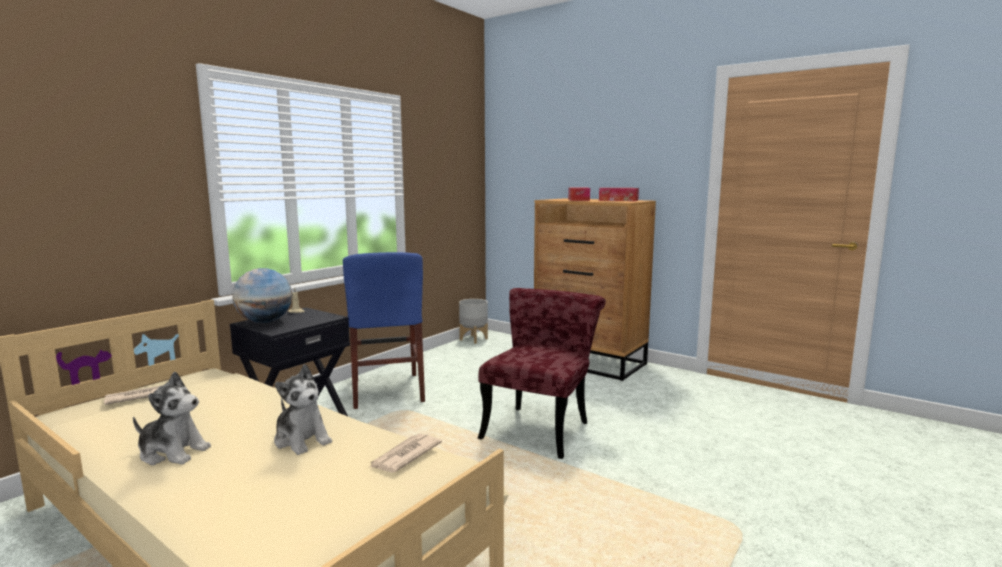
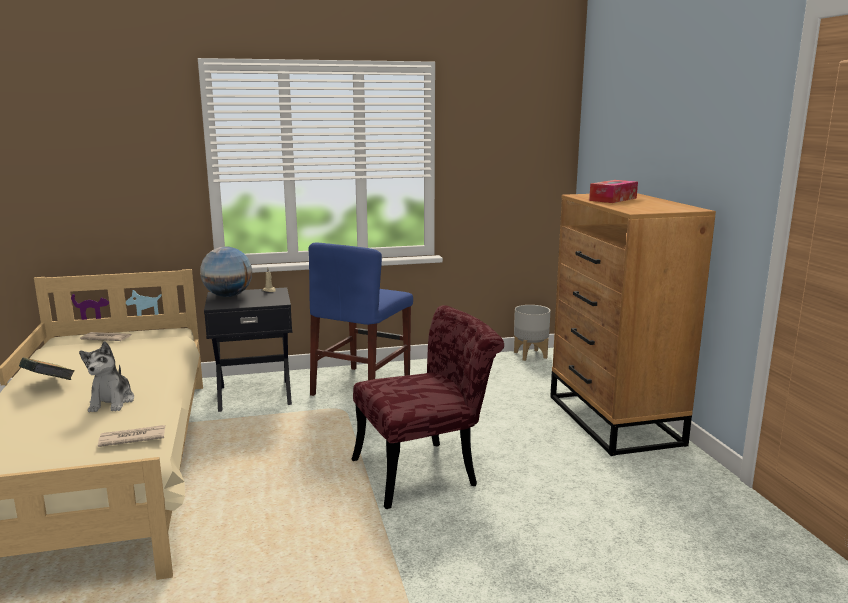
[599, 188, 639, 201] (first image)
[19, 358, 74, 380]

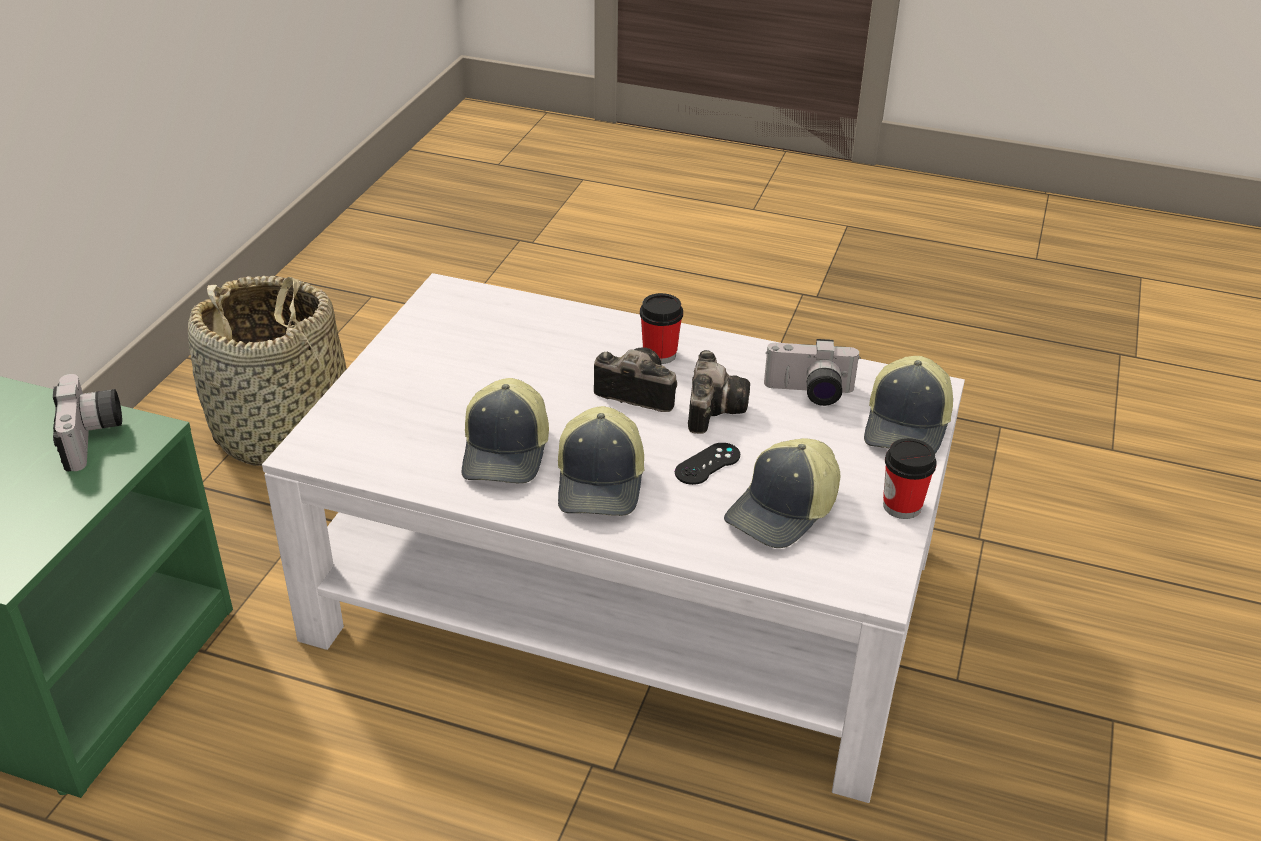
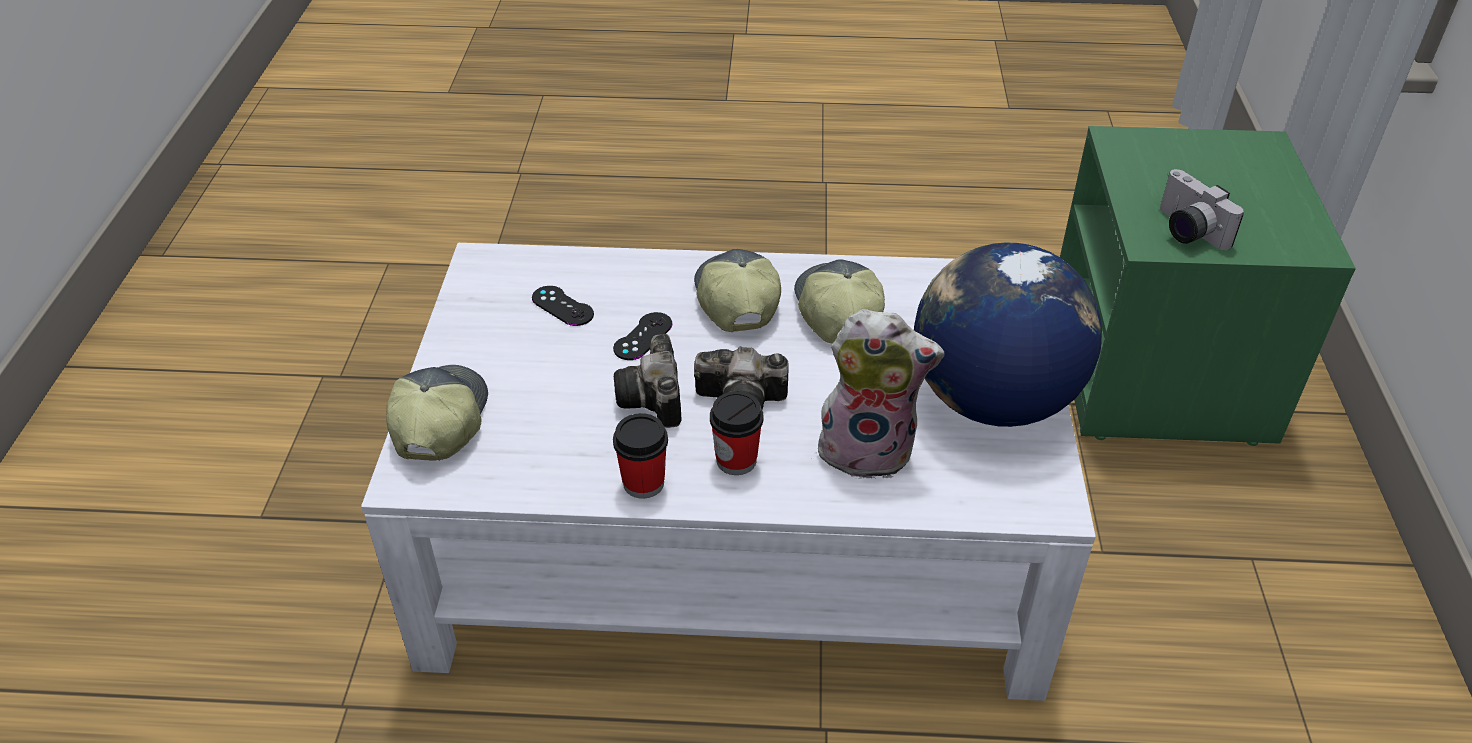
[188, 276, 347, 466] (first image)
[764, 339, 861, 406] (first image)
[532, 286, 594, 326]
[613, 413, 668, 499]
[914, 243, 1102, 427]
[815, 309, 945, 479]

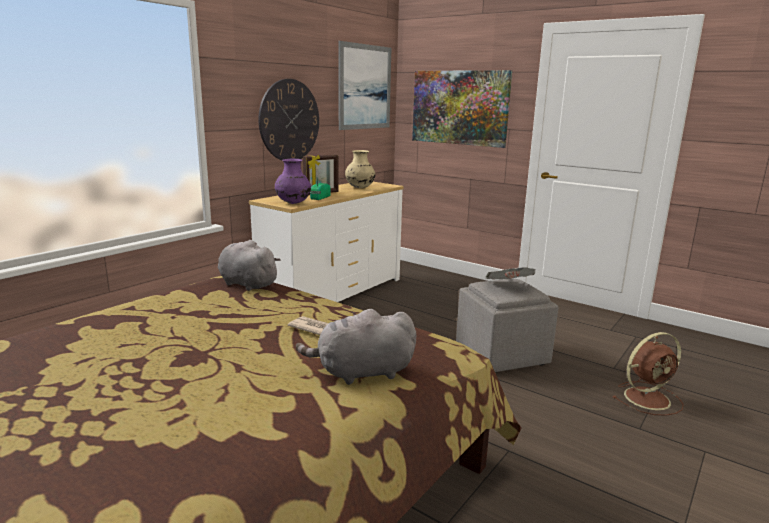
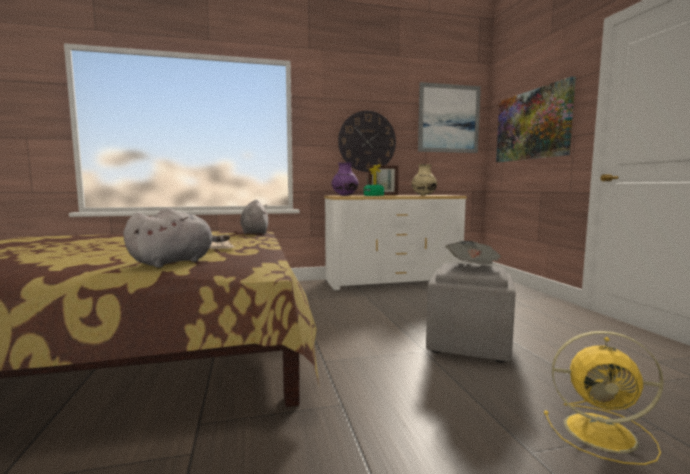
[123, 208, 230, 268]
[544, 331, 664, 465]

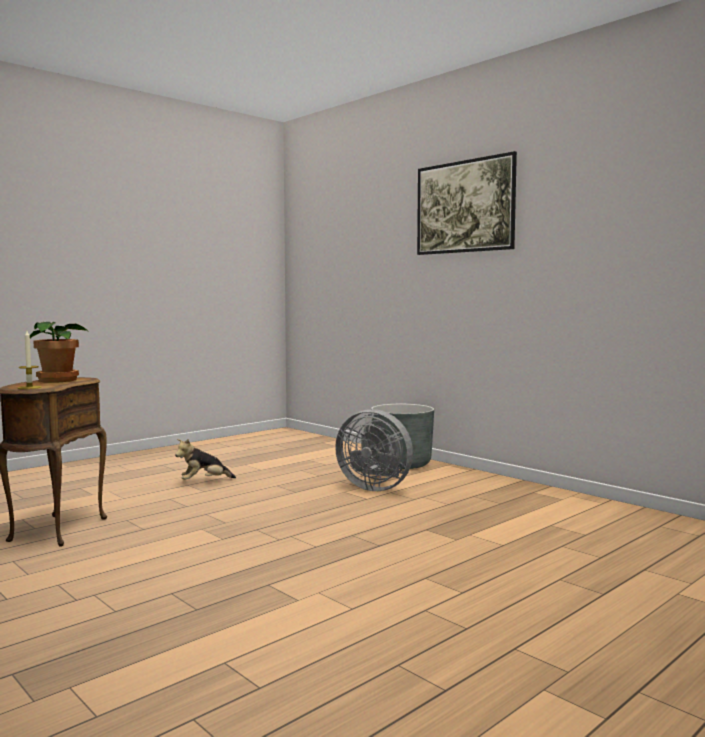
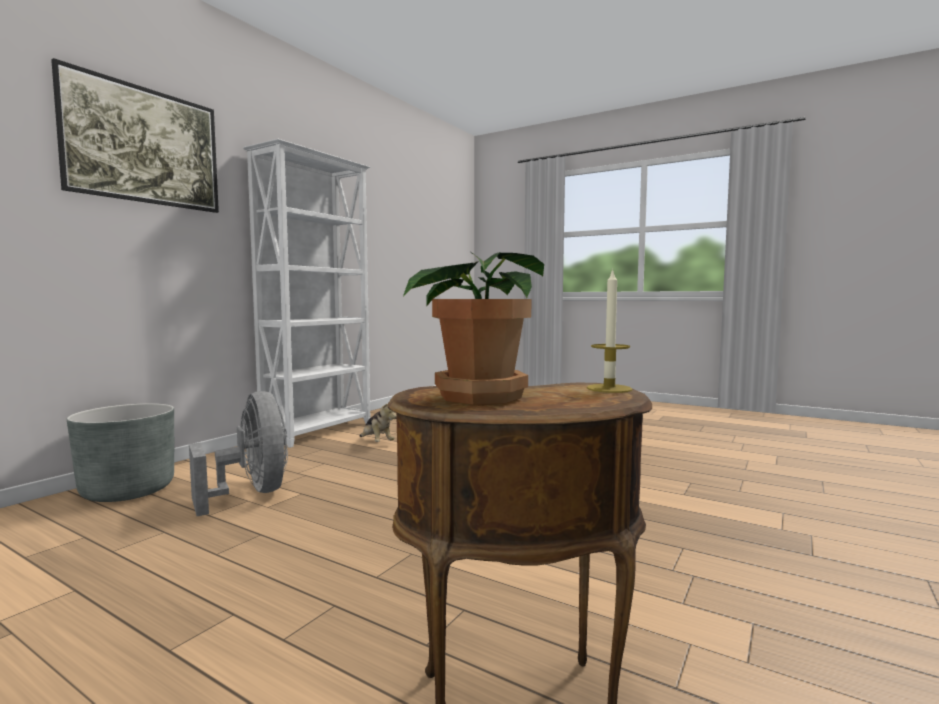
[189, 391, 288, 516]
[360, 404, 397, 442]
[243, 139, 370, 448]

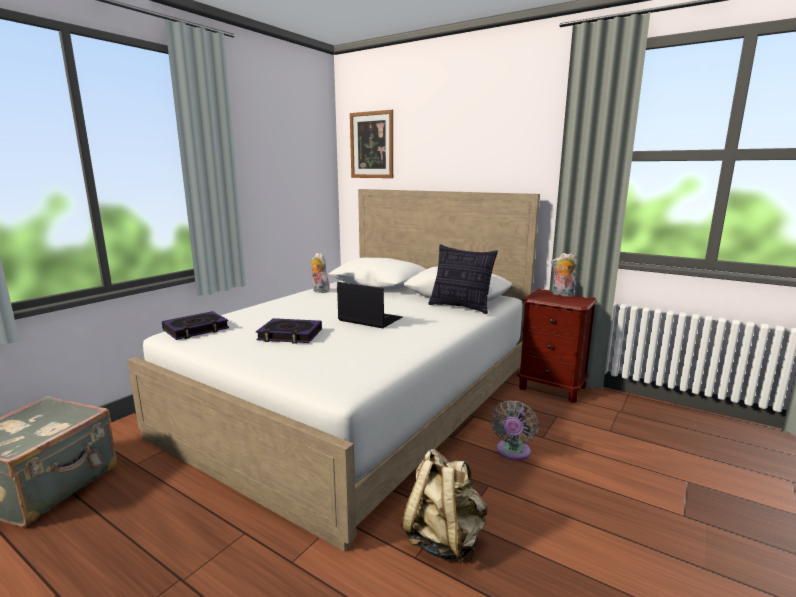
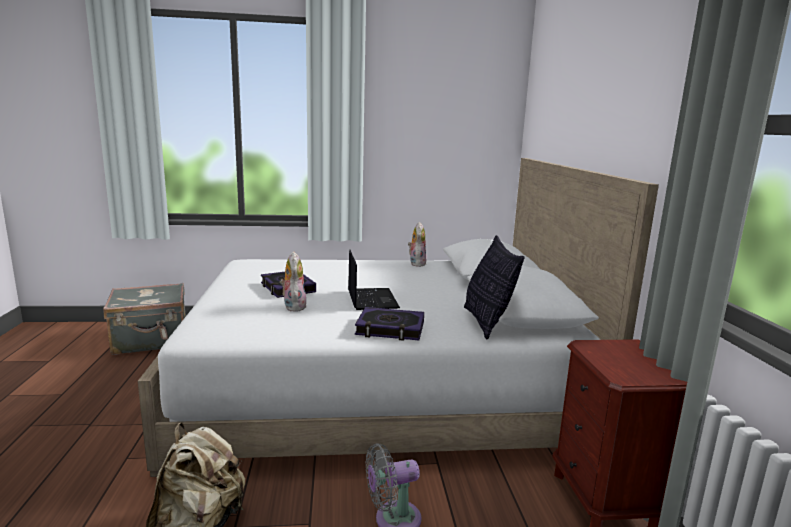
[350, 110, 393, 178] (first image)
[280, 251, 307, 312]
[355, 307, 424, 341]

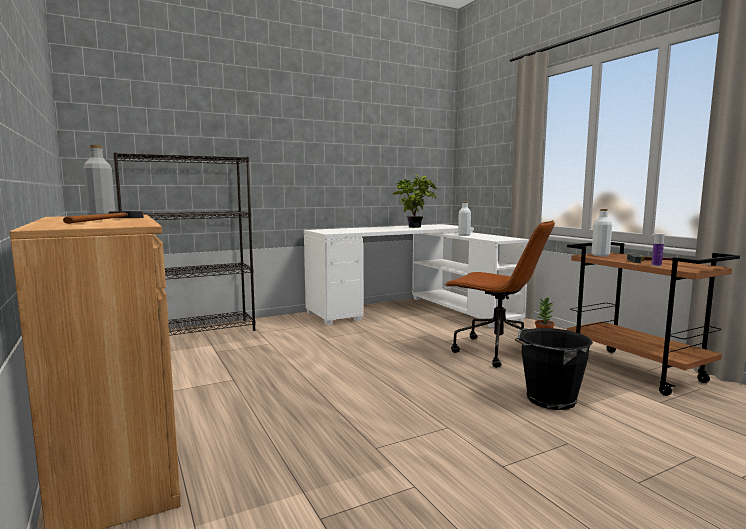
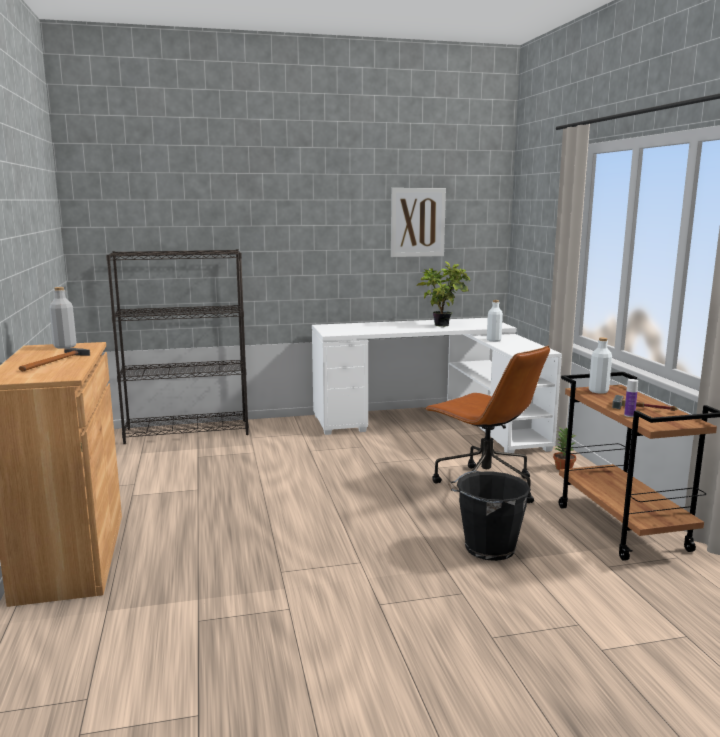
[391, 188, 446, 257]

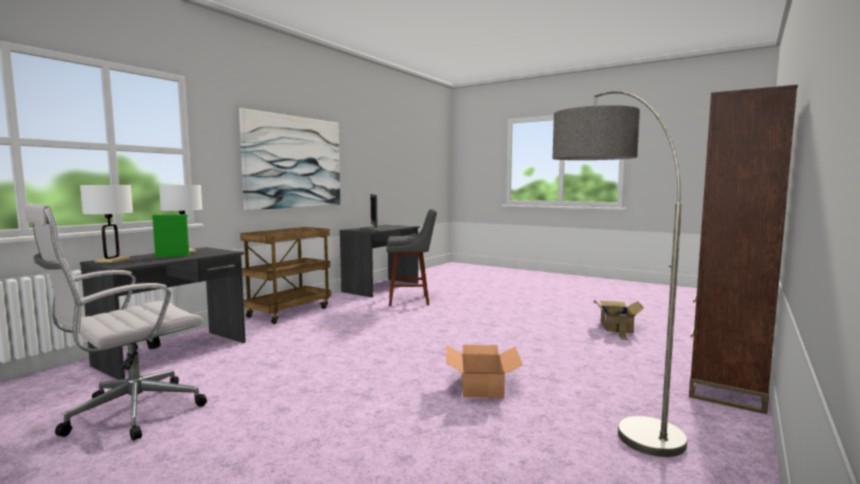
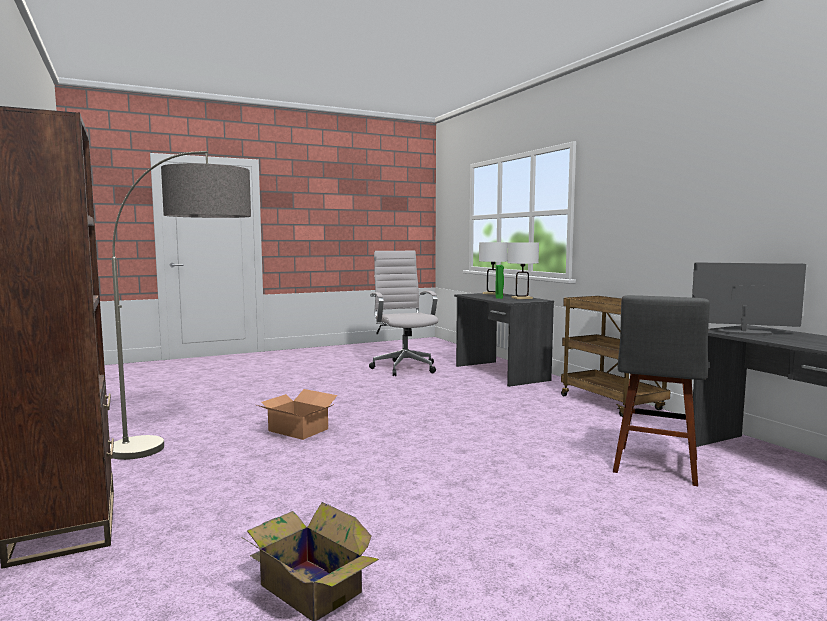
[239, 108, 340, 210] (first image)

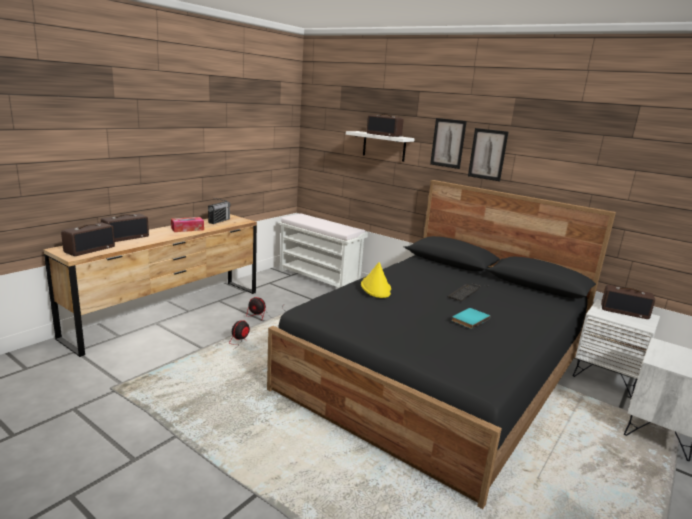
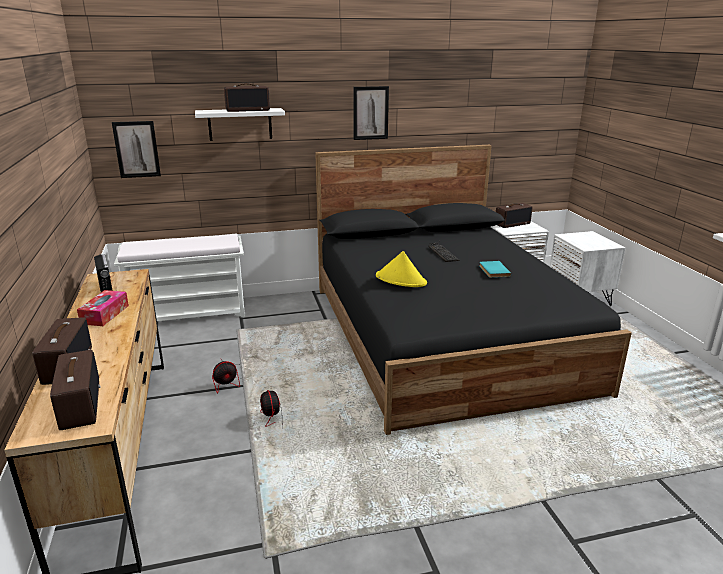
[112, 121, 161, 178]

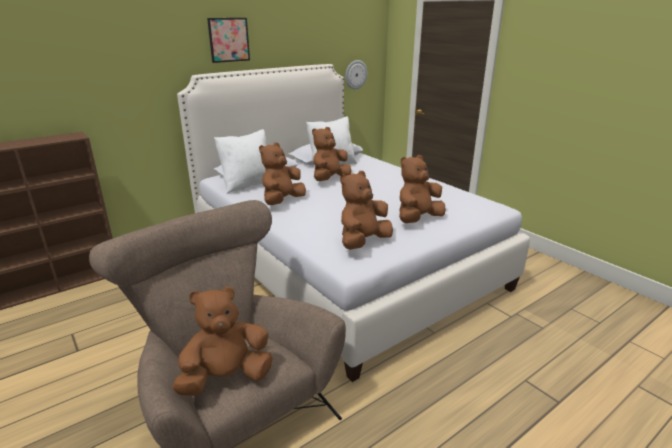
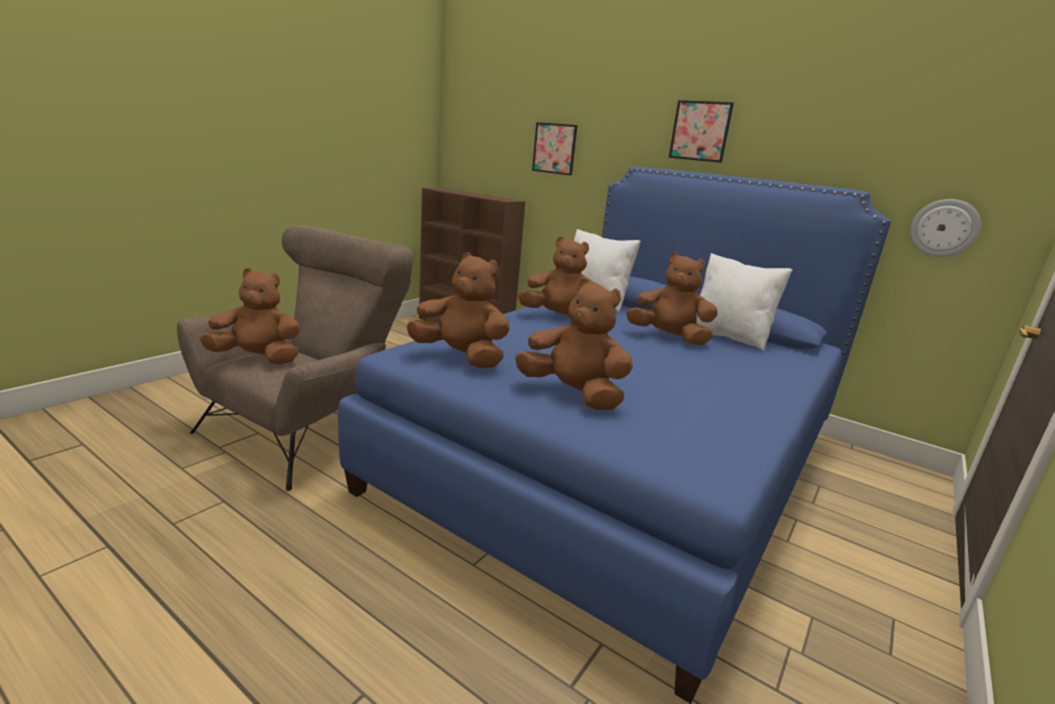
[338, 166, 891, 704]
[200, 268, 300, 365]
[532, 122, 577, 176]

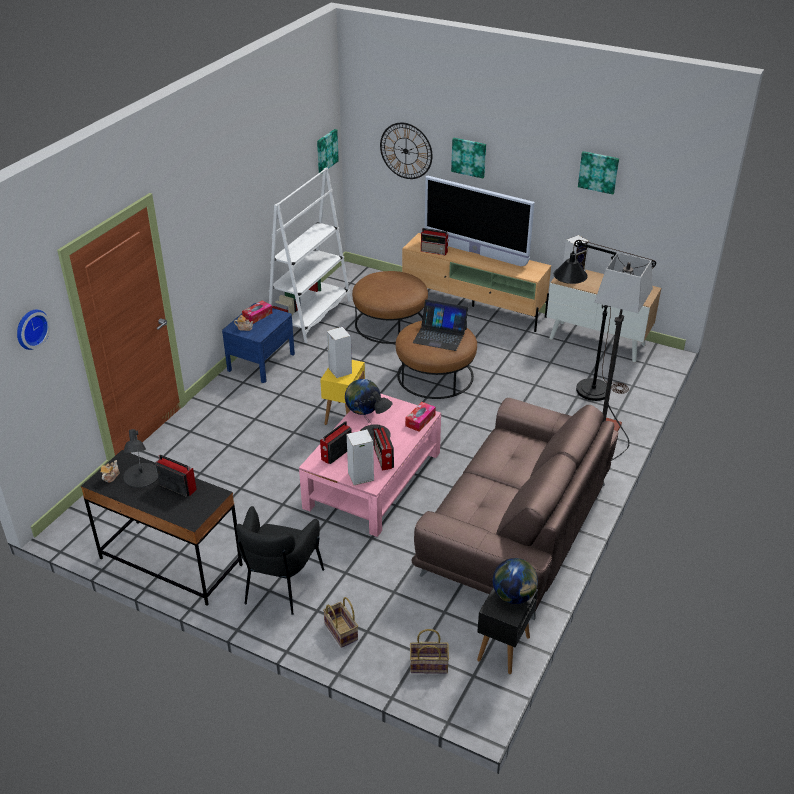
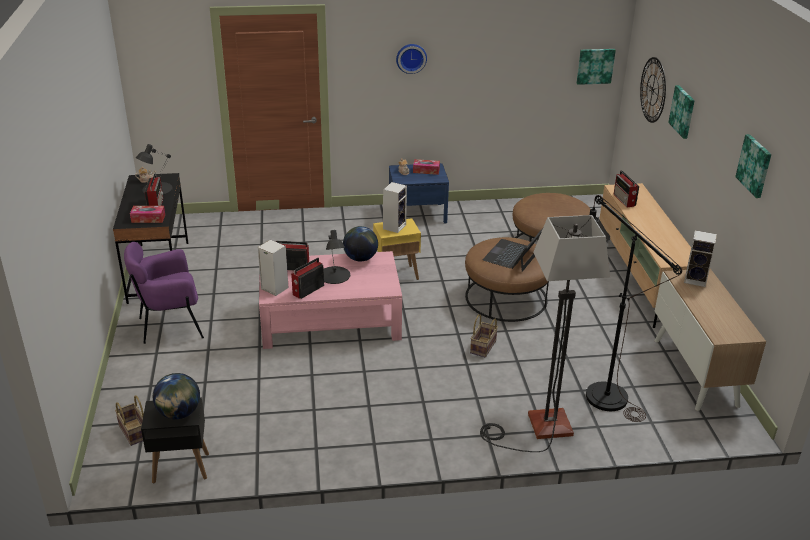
[269, 168, 351, 343] (first image)
[425, 176, 535, 266] (first image)
[482, 228, 543, 272]
[396, 44, 427, 74]
[411, 398, 618, 620] (first image)
[130, 206, 165, 223]
[124, 242, 204, 344]
[470, 314, 498, 358]

